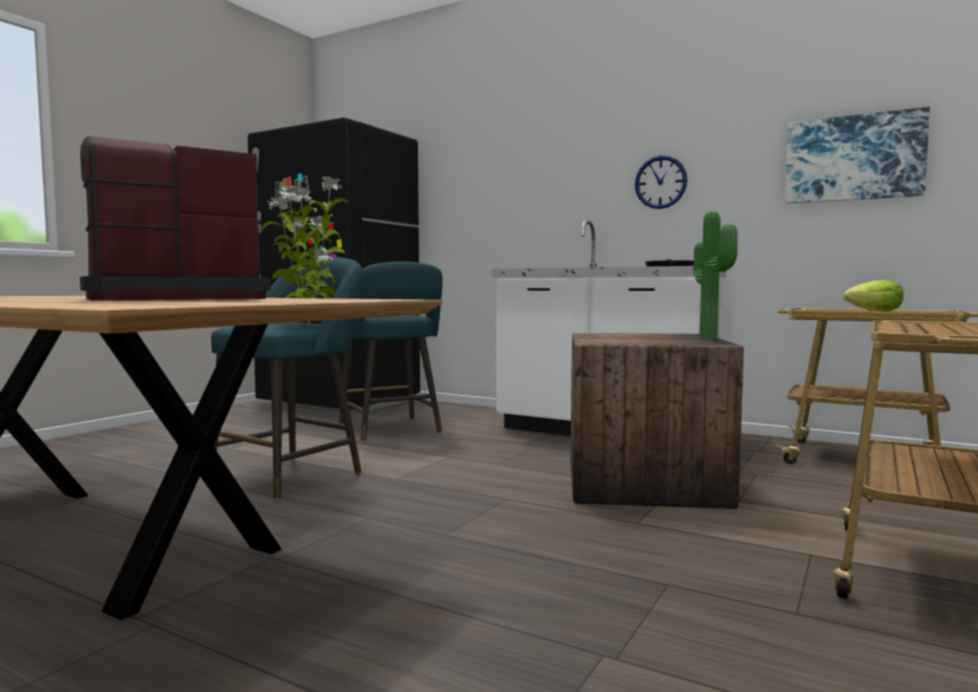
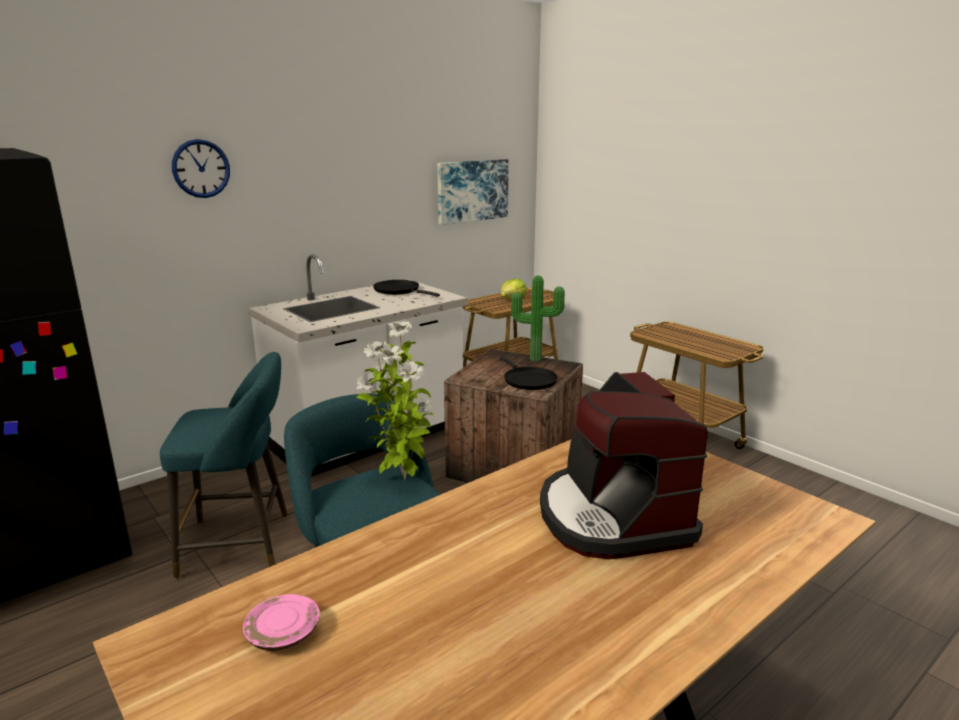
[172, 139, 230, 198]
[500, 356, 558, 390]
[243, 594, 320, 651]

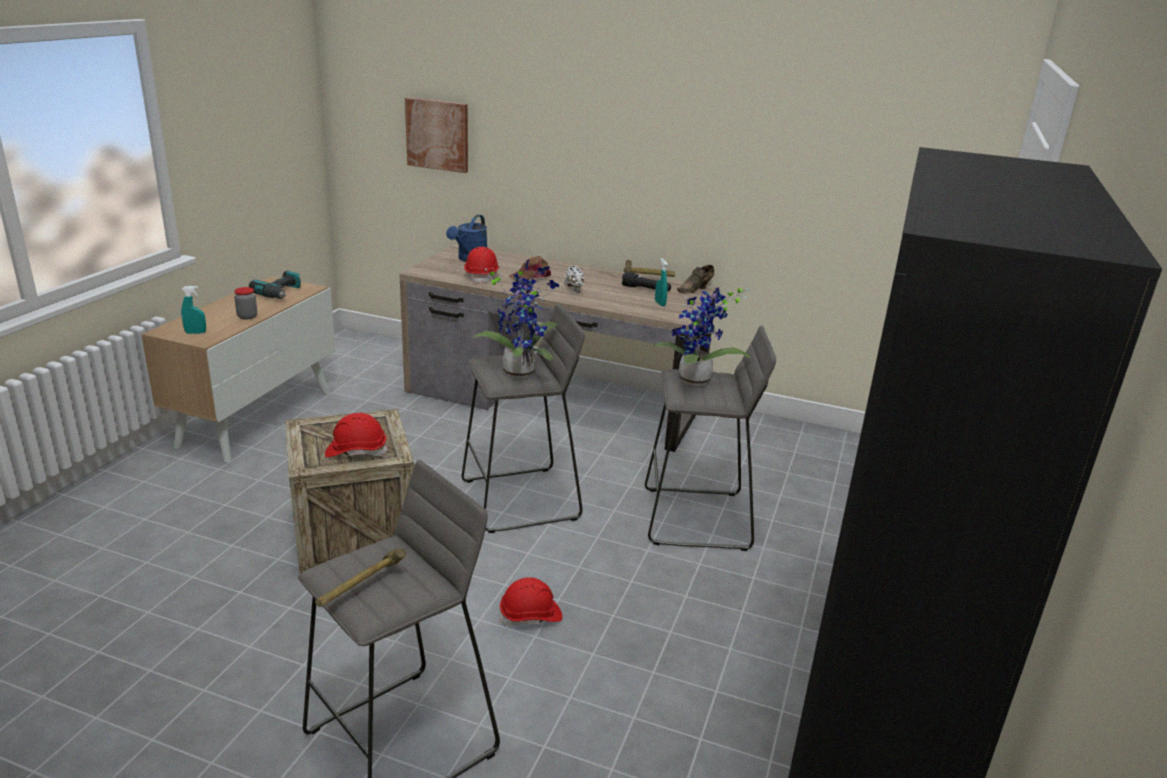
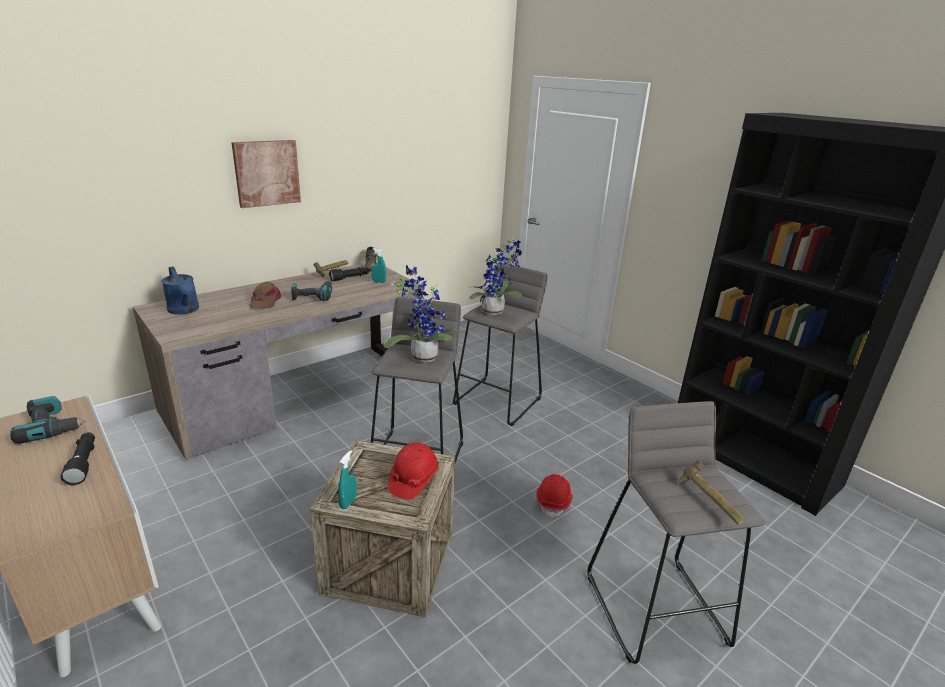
[231, 140, 301, 208]
[464, 247, 499, 284] (first image)
[291, 281, 332, 301]
[338, 450, 357, 509]
[61, 432, 95, 485]

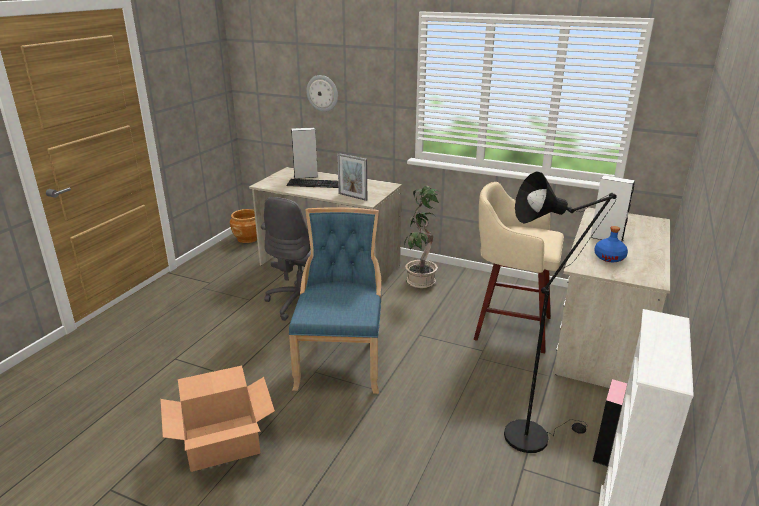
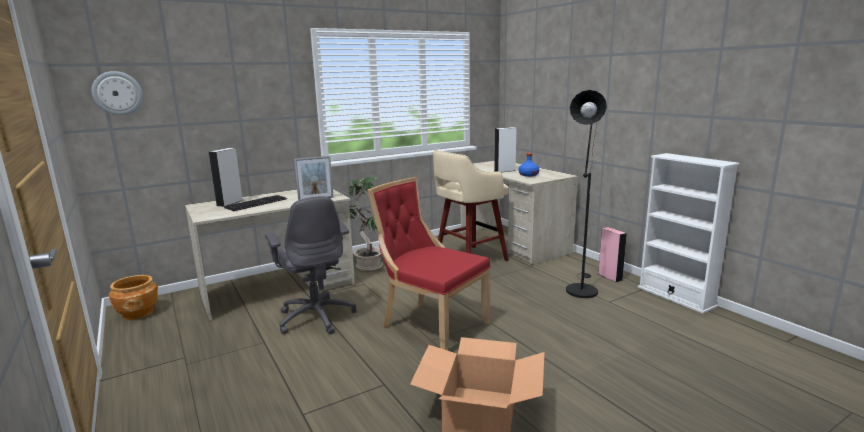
[92, 71, 143, 116]
[367, 177, 491, 351]

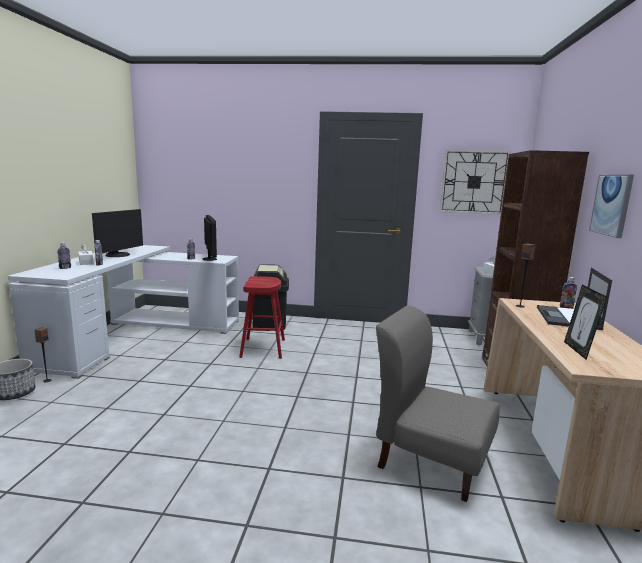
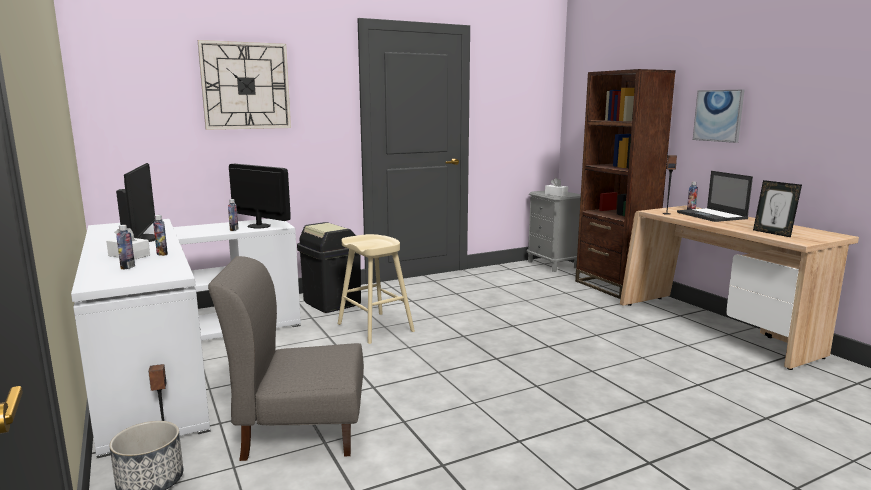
[198, 40, 291, 130]
[338, 234, 415, 344]
[208, 256, 364, 461]

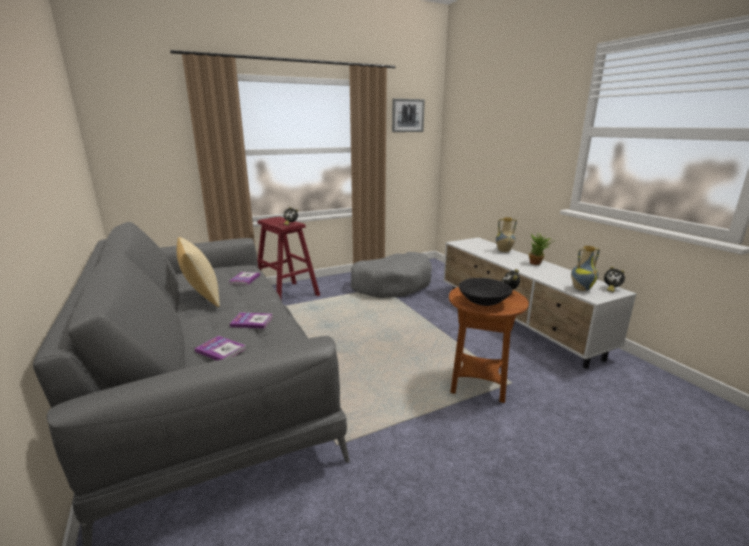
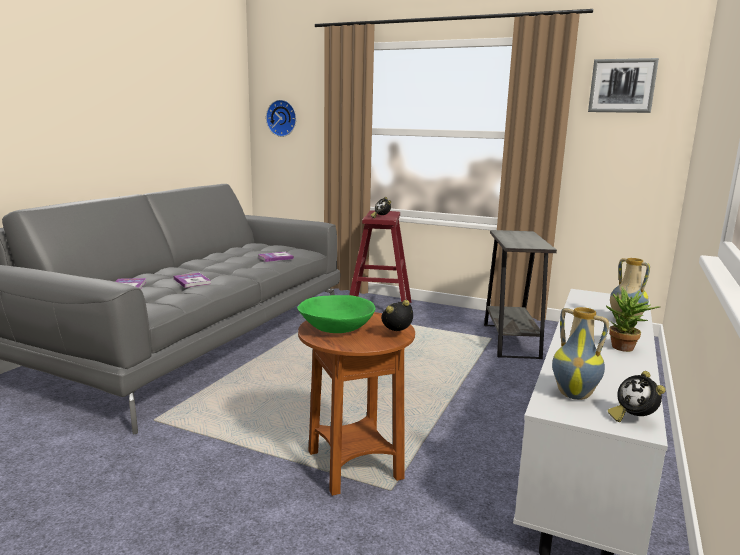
[177, 237, 220, 307] (first image)
[484, 230, 557, 359]
[297, 295, 376, 333]
[266, 100, 296, 137]

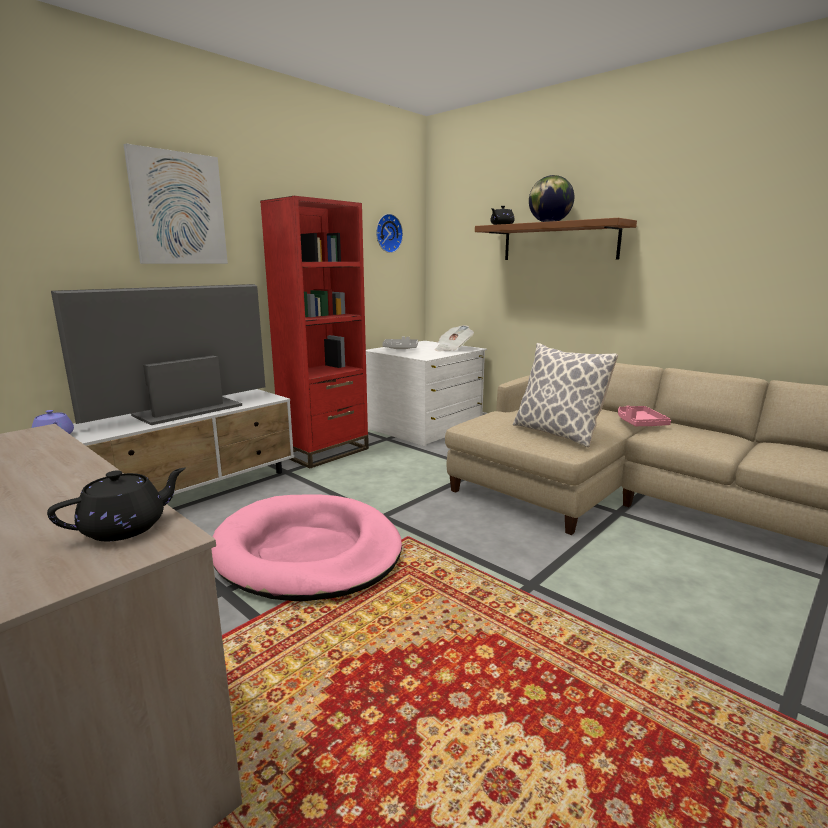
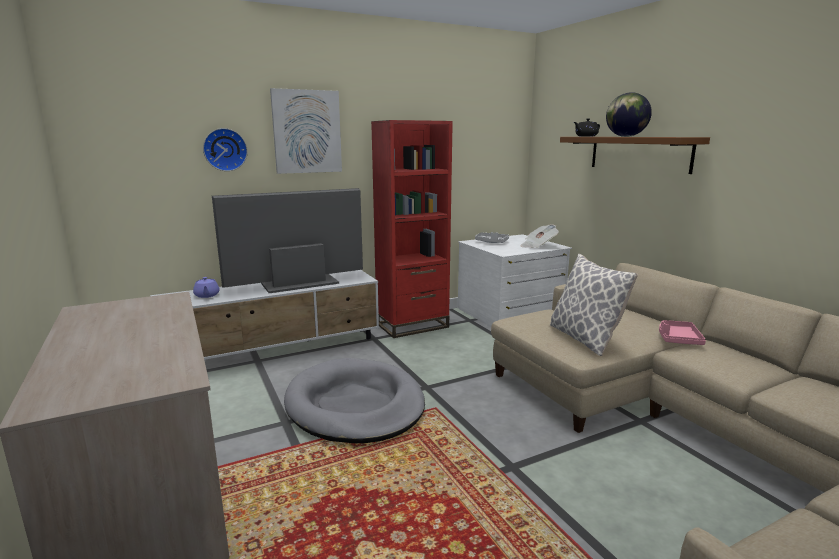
[203, 128, 248, 171]
[47, 468, 186, 541] (first image)
[284, 358, 425, 443]

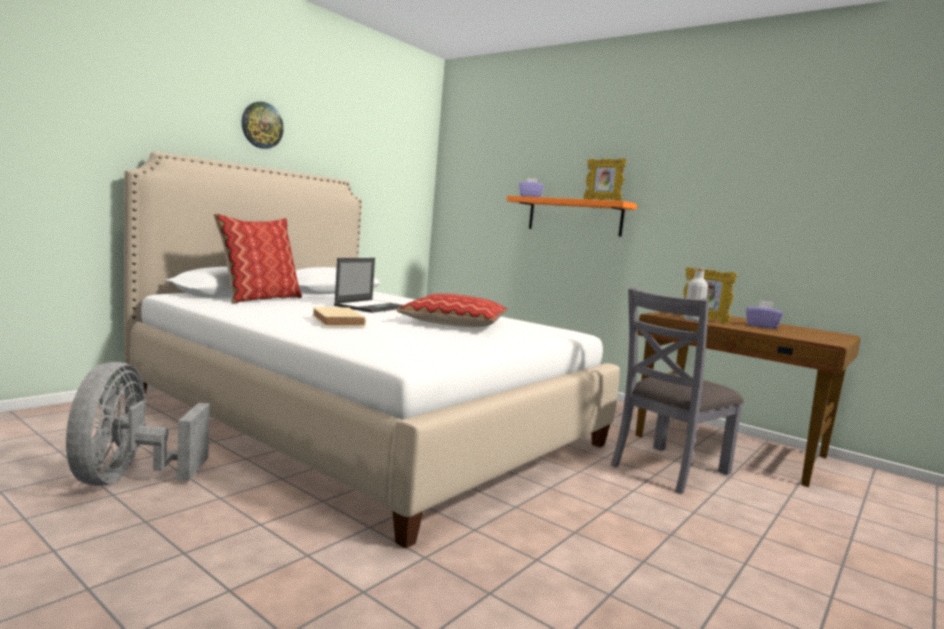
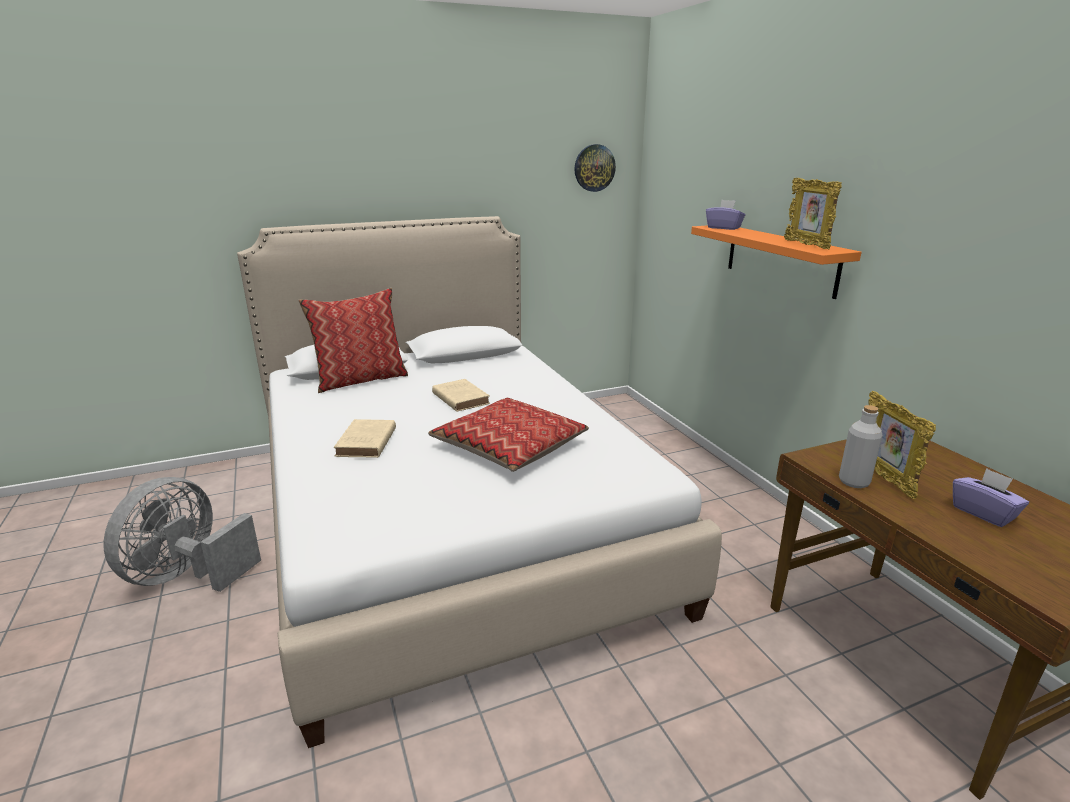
[575, 144, 616, 192]
[432, 379, 490, 412]
[610, 287, 744, 494] (first image)

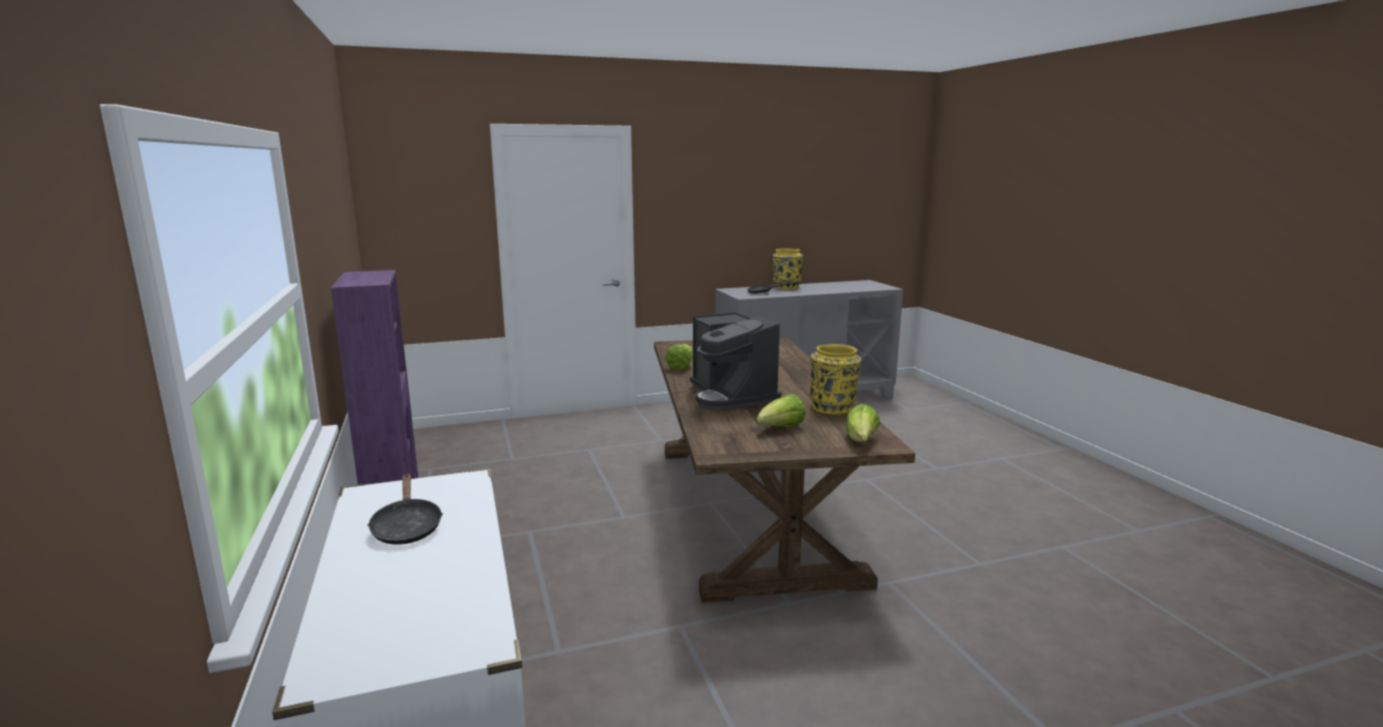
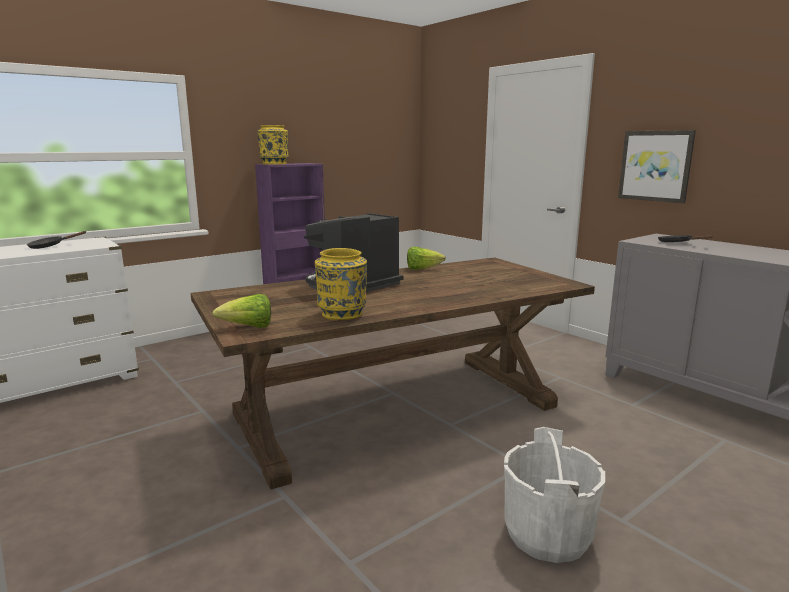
[257, 125, 289, 165]
[757, 394, 806, 427] (first image)
[618, 130, 696, 203]
[504, 427, 605, 563]

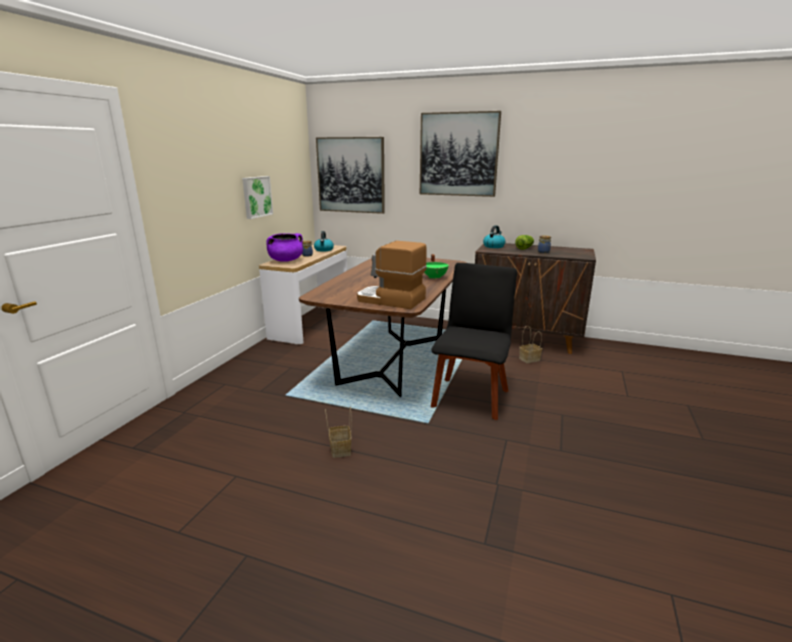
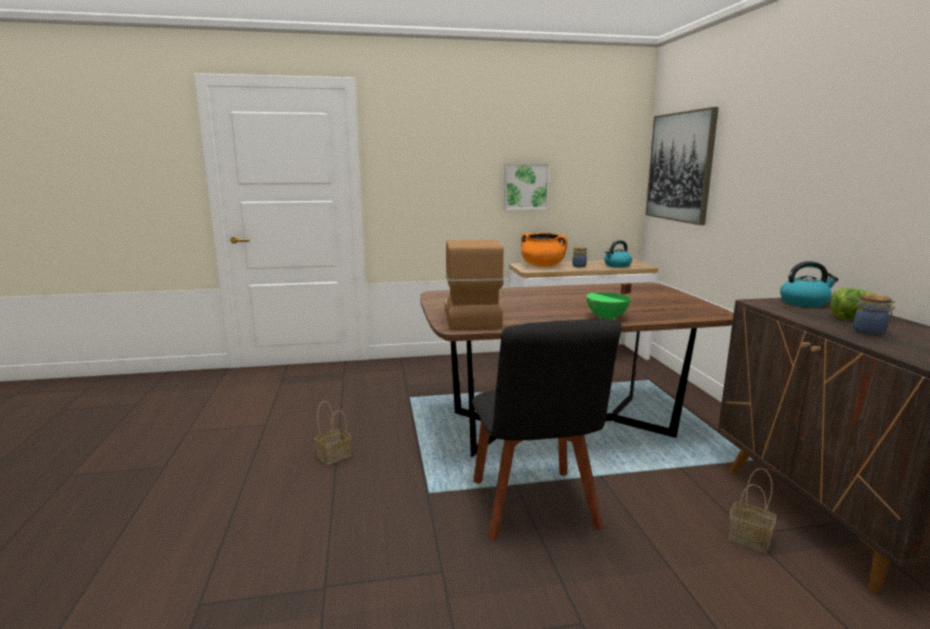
[420, 111, 501, 197] (first image)
[521, 233, 567, 266]
[472, 320, 622, 542]

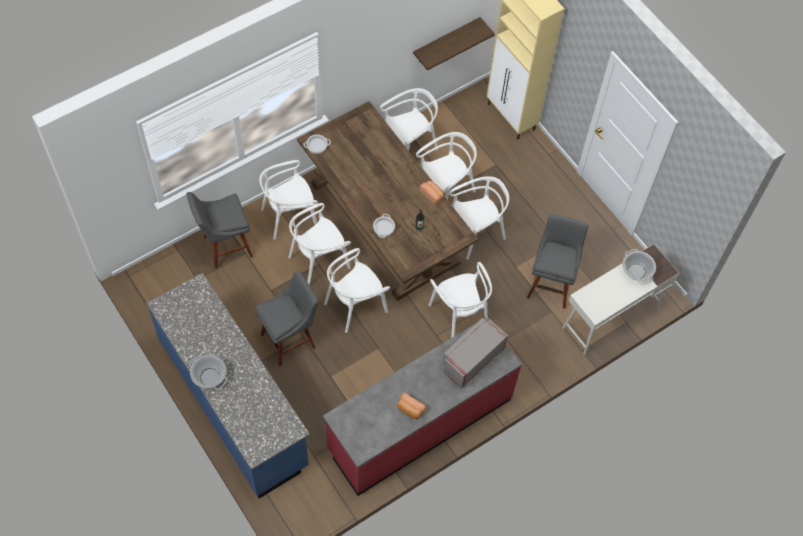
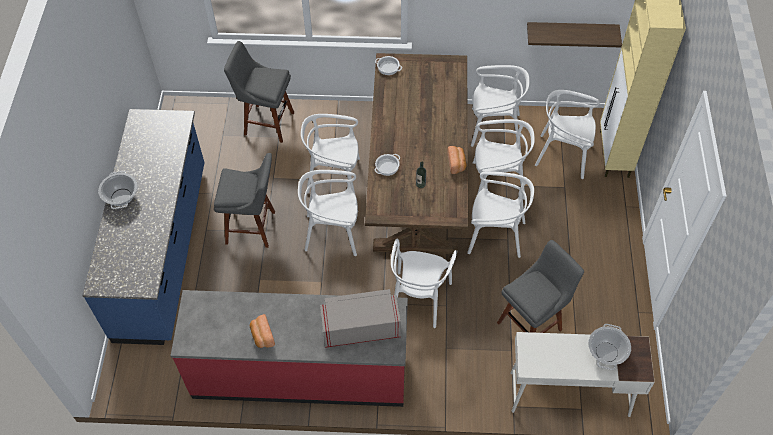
[535, 90, 600, 179]

